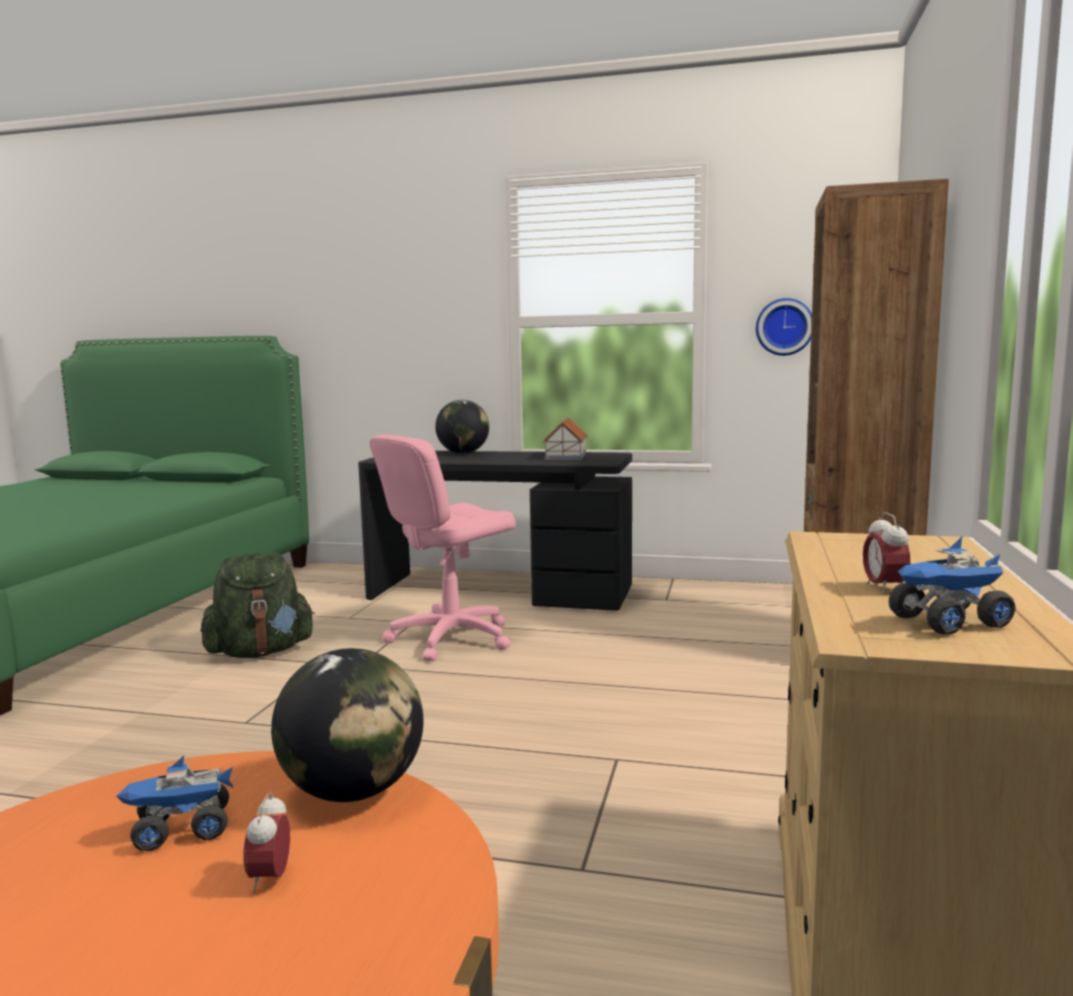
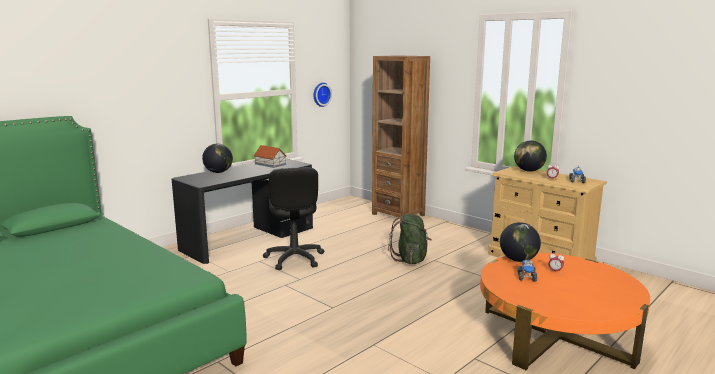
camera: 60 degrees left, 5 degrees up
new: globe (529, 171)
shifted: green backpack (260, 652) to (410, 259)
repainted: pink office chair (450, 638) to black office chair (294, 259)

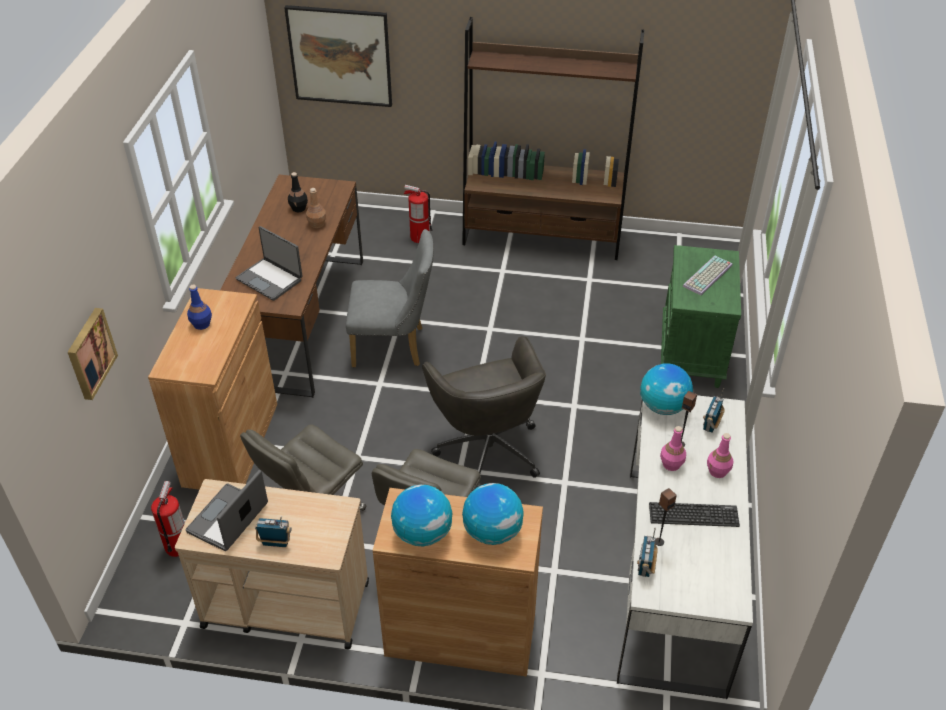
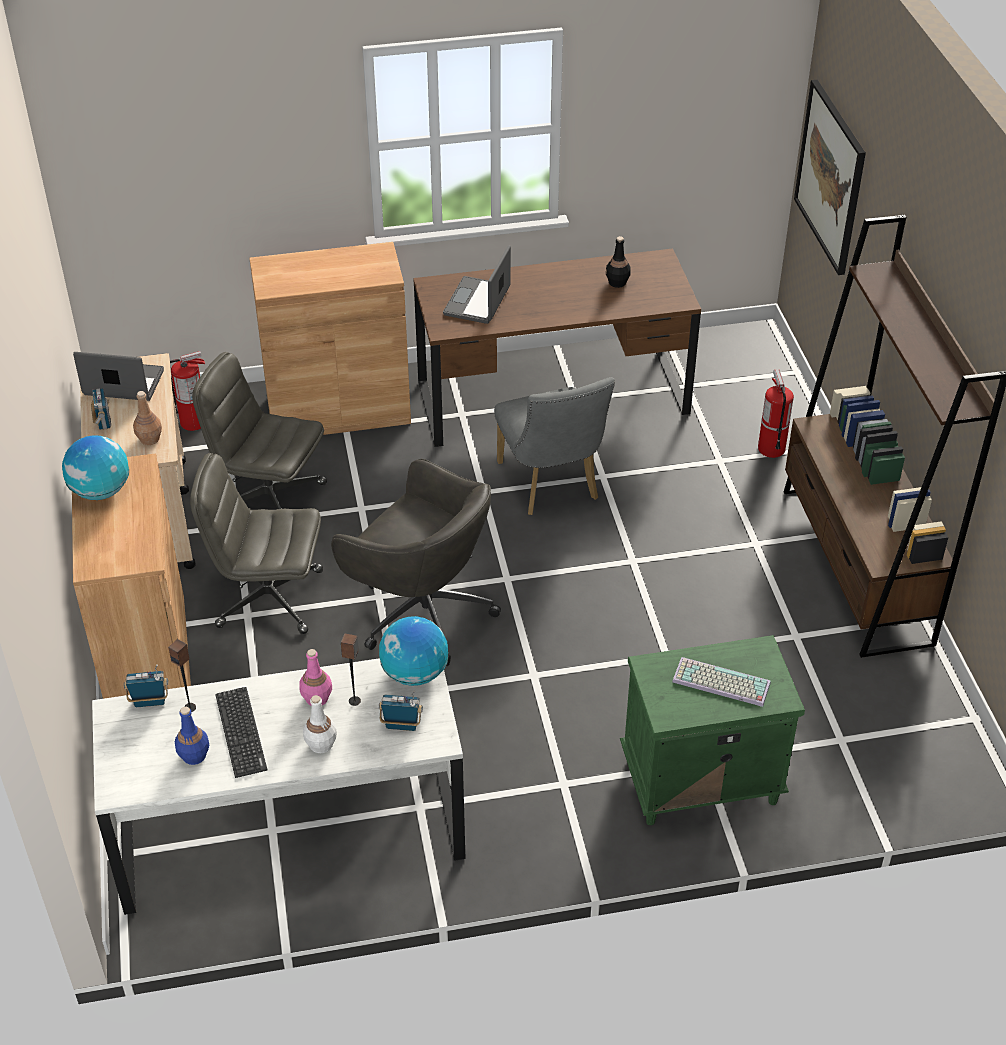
camera: 70 degrees right, 0 degrees up
gone: picture (89, 353); globe (492, 532)
shifted: blue bottle (201, 324) to (193, 755); brown bottle (317, 224) to (149, 439)
repainted: pink bottle (718, 471) to white bottle (321, 744)
rotated: grey office chair (488, 448) = (422, 612) 105 degrees counterclockwise

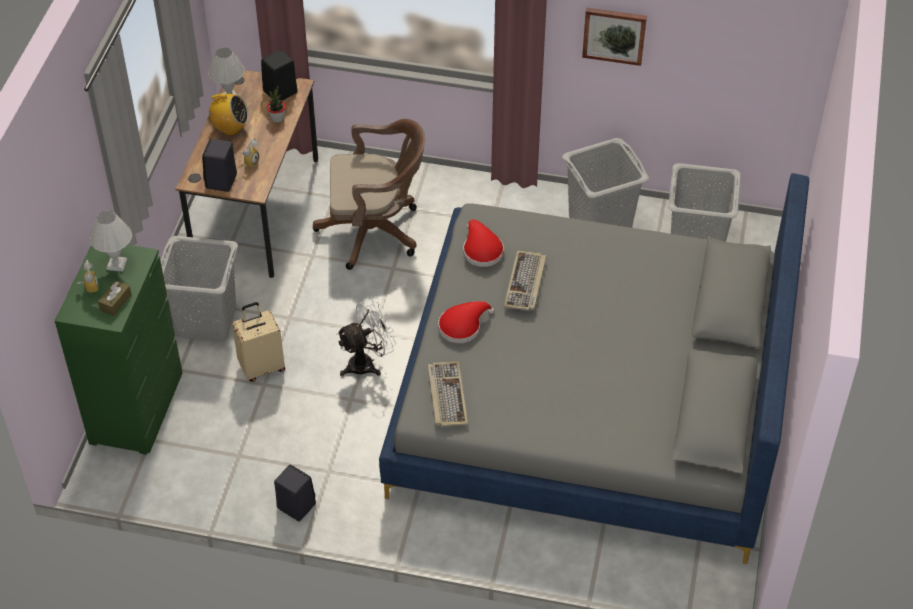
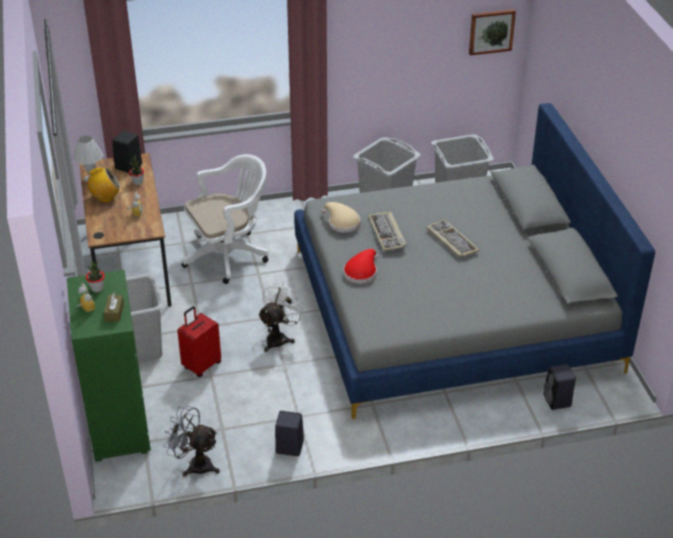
camera: 25 degrees left, 10 degrees down
new: grey fan (194, 464)
shifted: black speaker (221, 182) to (557, 401); keyboard (446, 395) to (451, 240); picture (614, 35) to (491, 31)
swapped: white table lamp (116, 264) to potted plant (97, 288)
repainted: beige suitcase (262, 367) to red suitcase (201, 365); brown office chair (375, 231) to white office chair (229, 255); red hat (481, 250) to beige hat (342, 223)

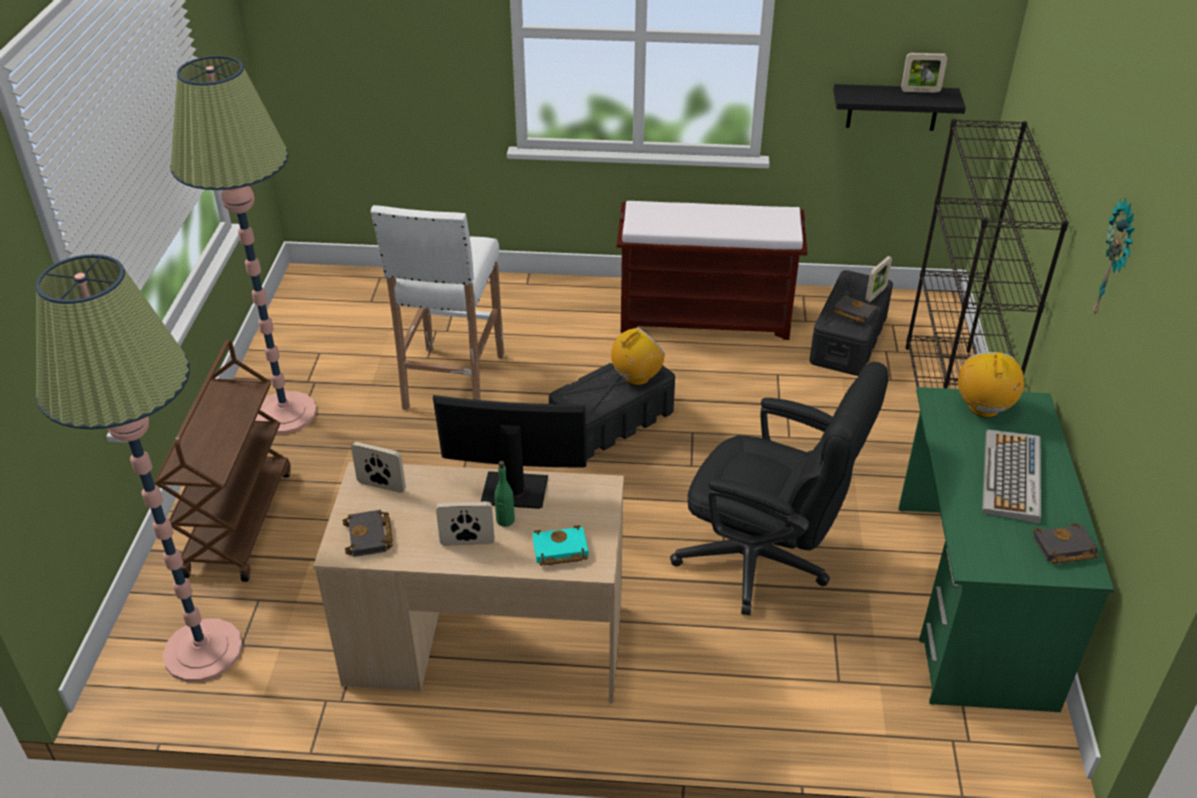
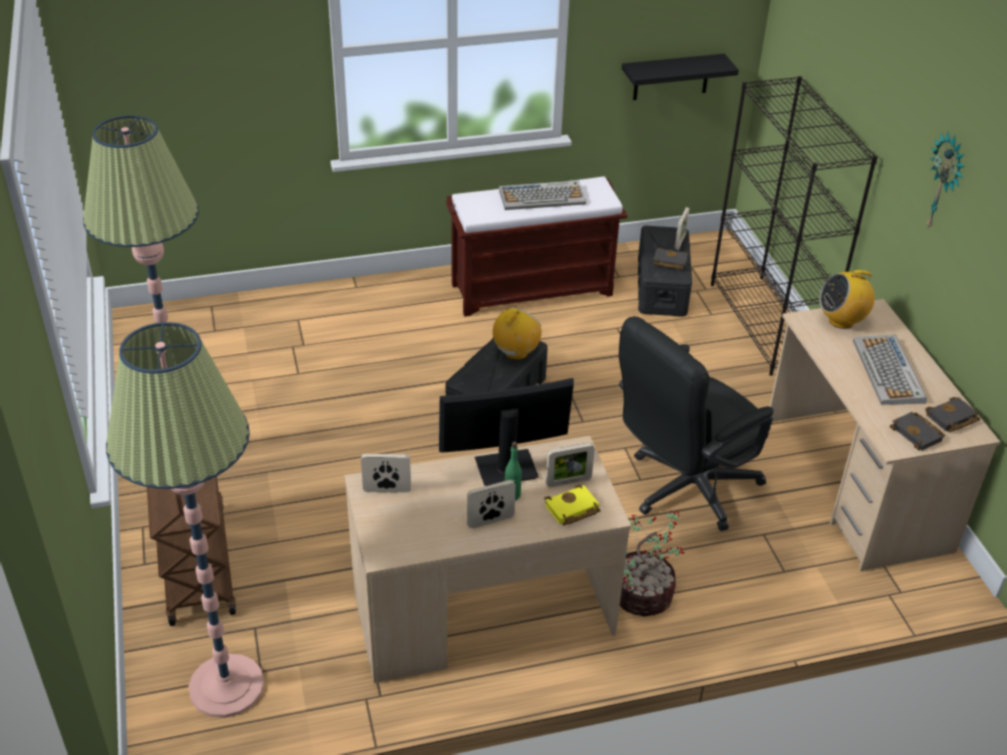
camera: 20 degrees left, 0 degrees up
gone: white stool (452, 383)
new: keyboard (542, 197); potted plant (643, 595)
shifted: black book (370, 537) to (918, 434); picture frame (920, 91) to (568, 482)
repainted: turquoise book (559, 551) to yellow book (571, 510); green desk (971, 603) to beige desk (855, 484)
rotated: black office chair (765, 563) = (683, 490) 135 degrees clockwise; radio (984, 408) = (841, 321) 90 degrees counterclockwise

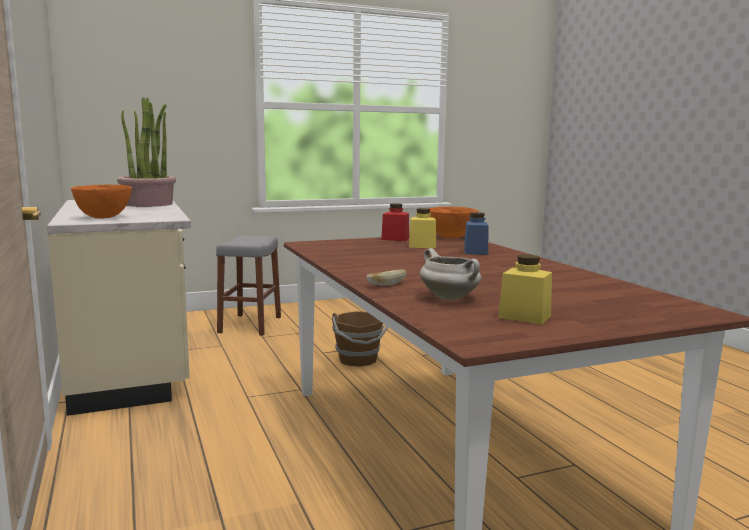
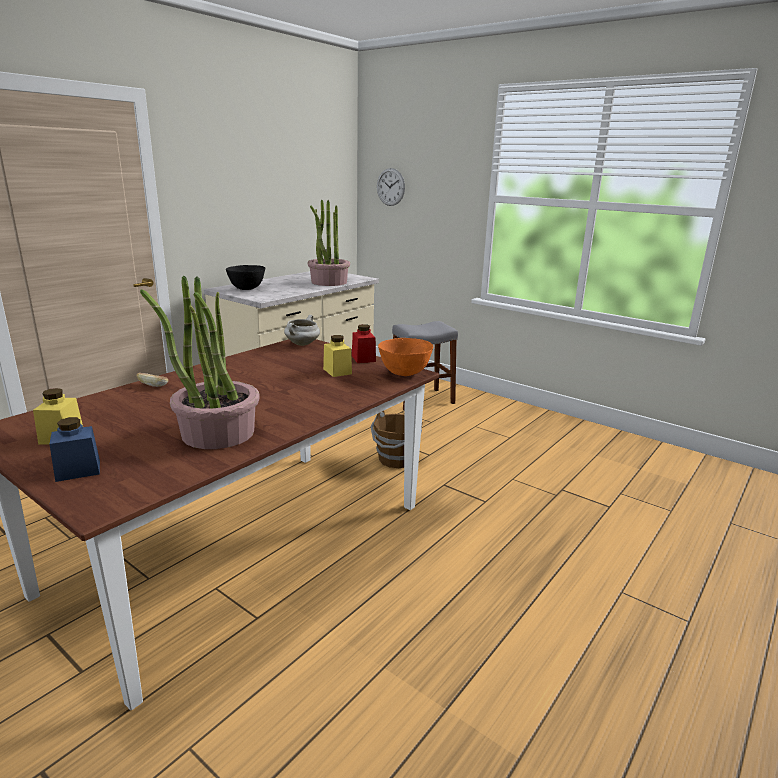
camera: 60 degrees right, 10 degrees up
new: potted plant (217, 433); wall clock (390, 187)
shifted: white cooking pot (450, 298) to (302, 344); blue jar (475, 252) to (78, 470)
repainted: orange bowl (103, 217) to black bowl (246, 289)

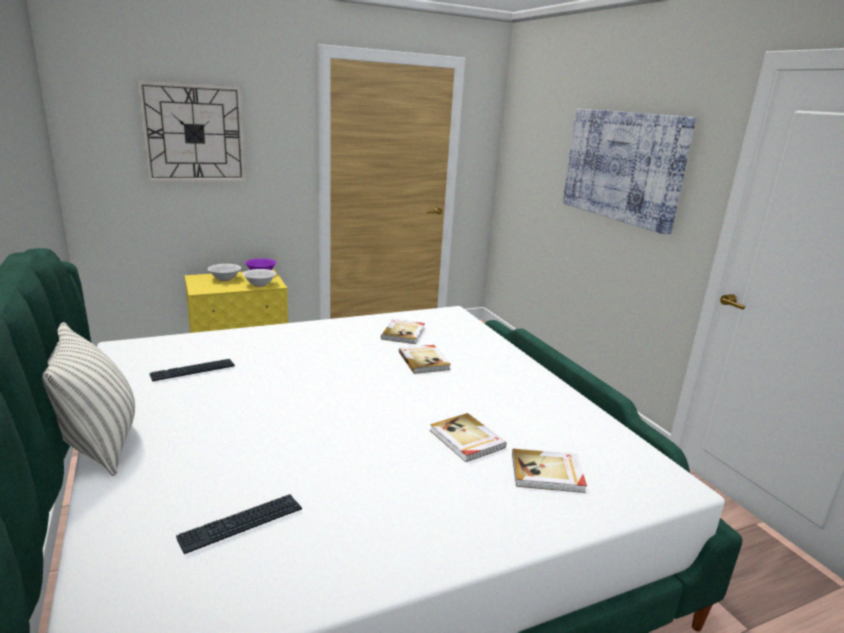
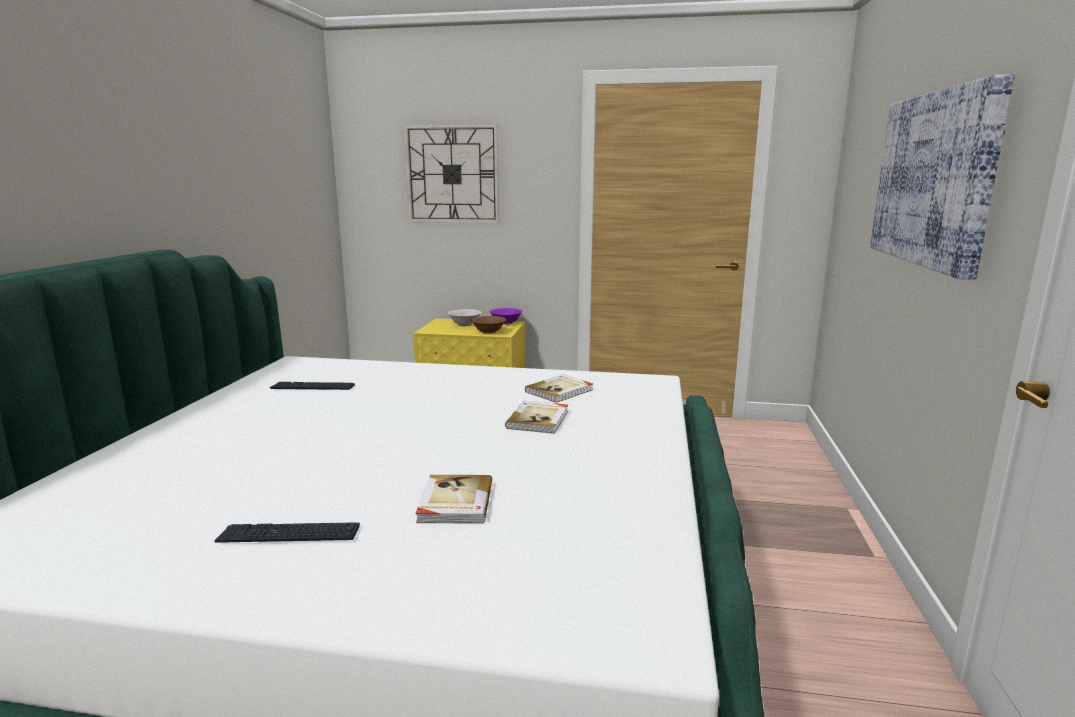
camera: 35 degrees right, 5 degrees down
gone: pillow (98, 444); book (547, 473)
shifted: keyboard (241, 524) to (289, 535)
repainted: white bowl (259, 284) to brown bowl (488, 332)

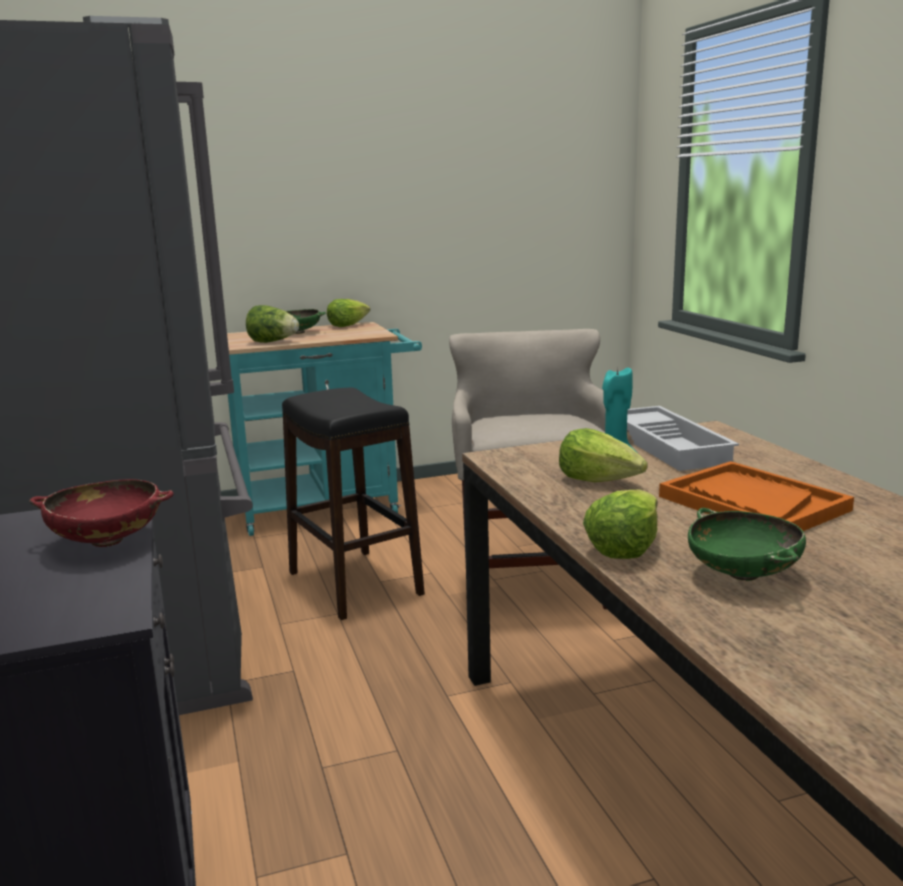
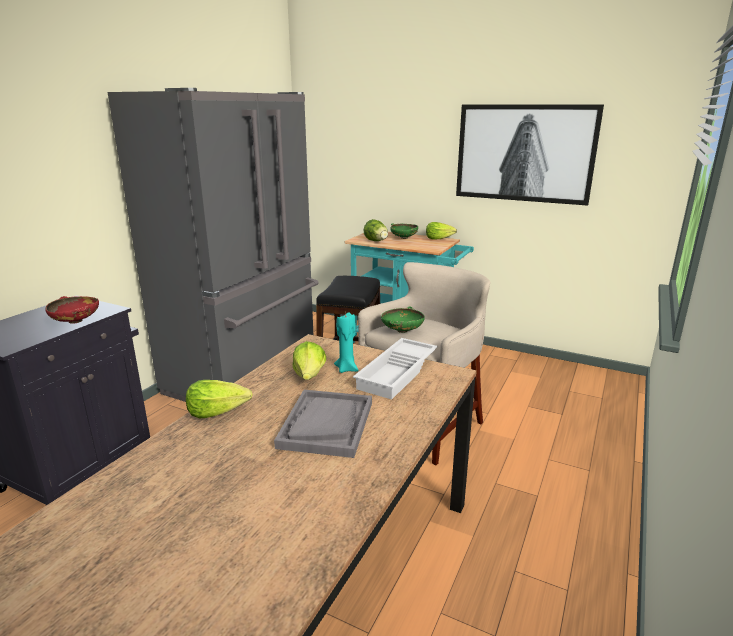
camera: 45 degrees right, 5 degrees up
new: picture (524, 153)
shifted: green bowl (742, 575) to (402, 330)
repainted: orange tray (752, 503) to grey tray (326, 424)

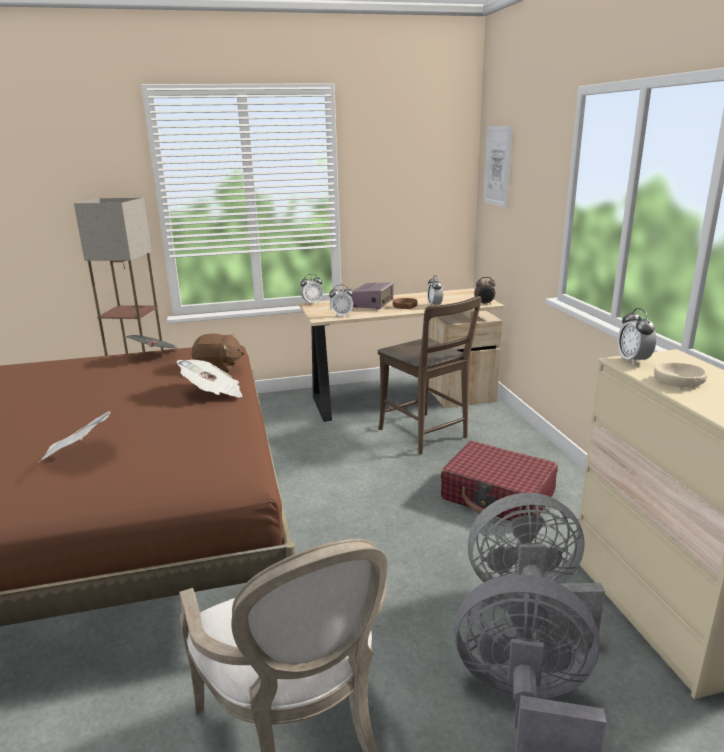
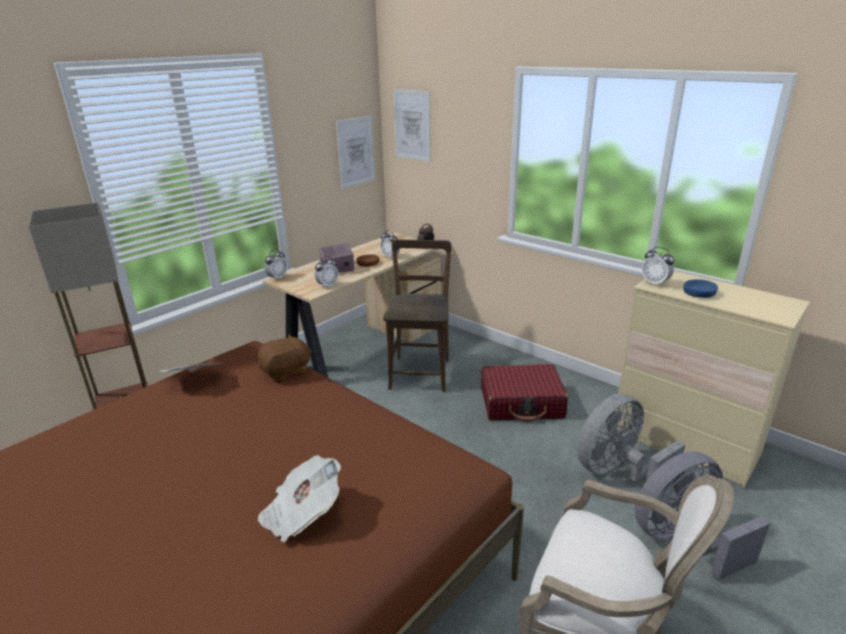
camera: 35 degrees left, 5 degrees up
gone: newspaper (213, 394)
new: picture (356, 152)
repainted: beige bowl (678, 381) to blue bowl (699, 293)
rotated: brown chair (425, 435) = (420, 371) 105 degrees counterclockwise

